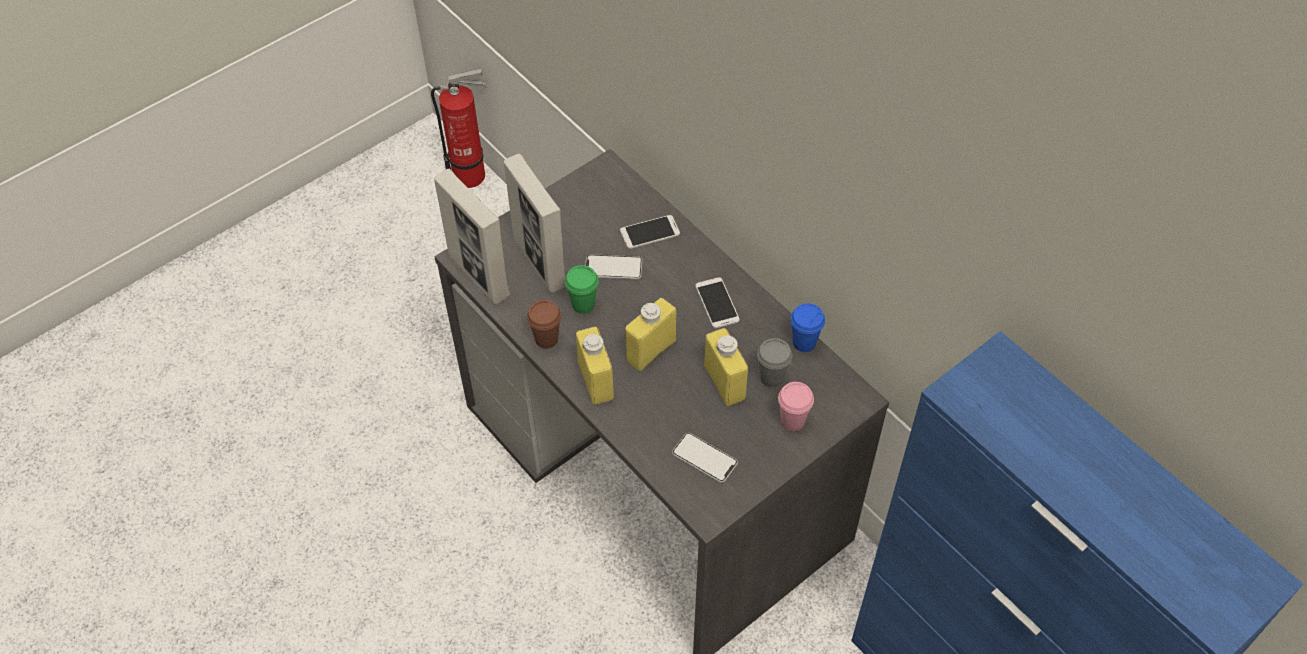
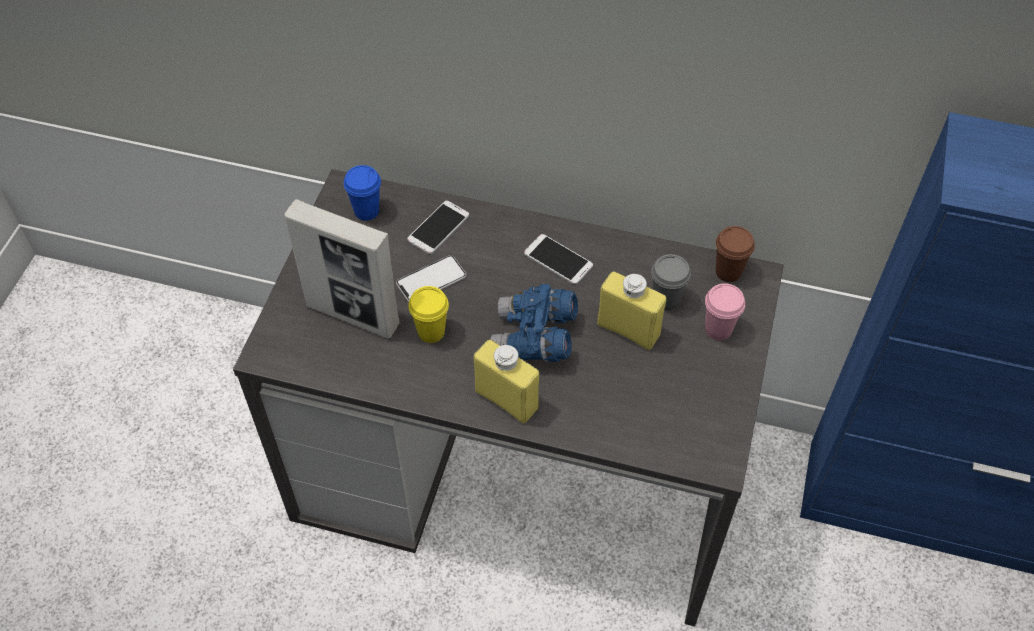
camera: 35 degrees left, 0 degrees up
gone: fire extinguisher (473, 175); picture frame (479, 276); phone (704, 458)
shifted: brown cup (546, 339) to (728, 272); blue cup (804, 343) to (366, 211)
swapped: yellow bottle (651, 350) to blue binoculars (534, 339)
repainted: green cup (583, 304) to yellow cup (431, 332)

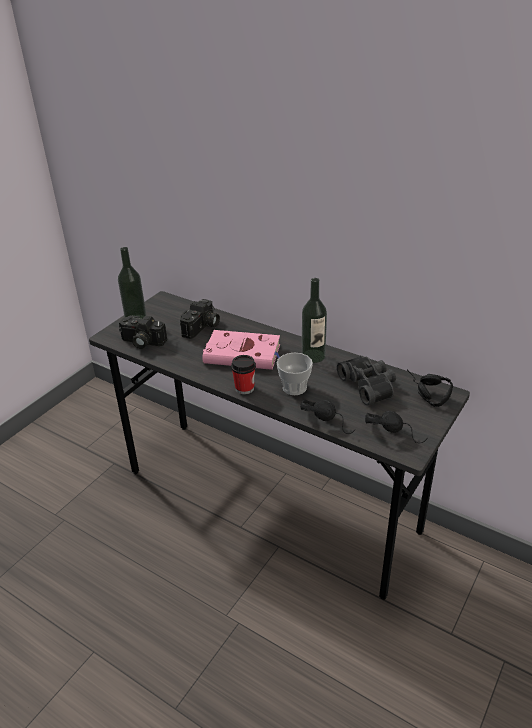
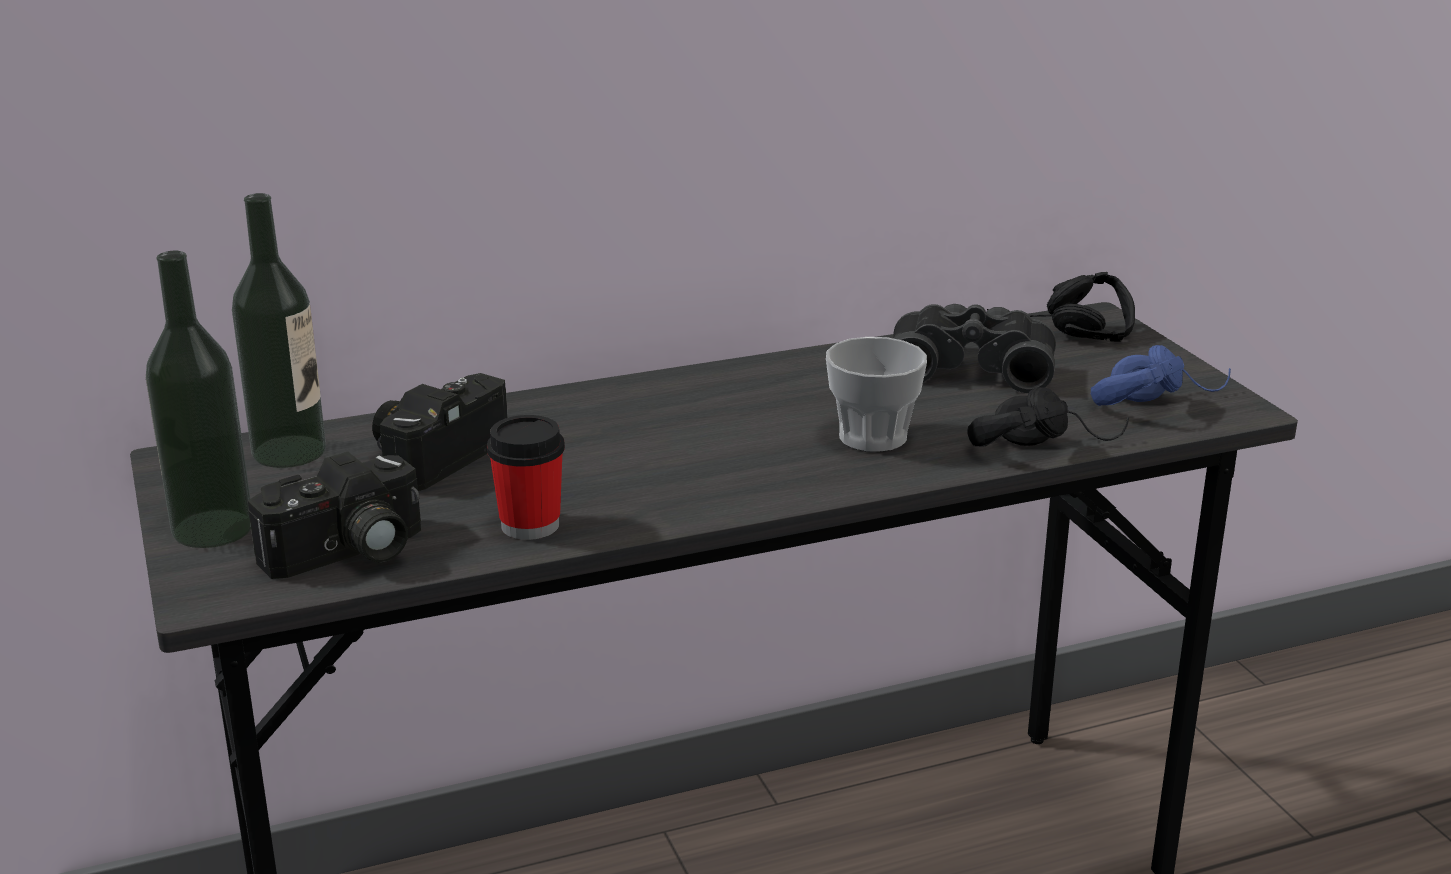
camera: 55 degrees left, 10 degrees down
gone: pink book (245, 354)
shifted: cup (244, 388) to (530, 525); bottle (313, 356) to (289, 451)
repainted: black headphones (395, 431) to blue headphones (1155, 398)
rotated: photo camera (202, 328) = (436, 455) 120 degrees counterclockwise

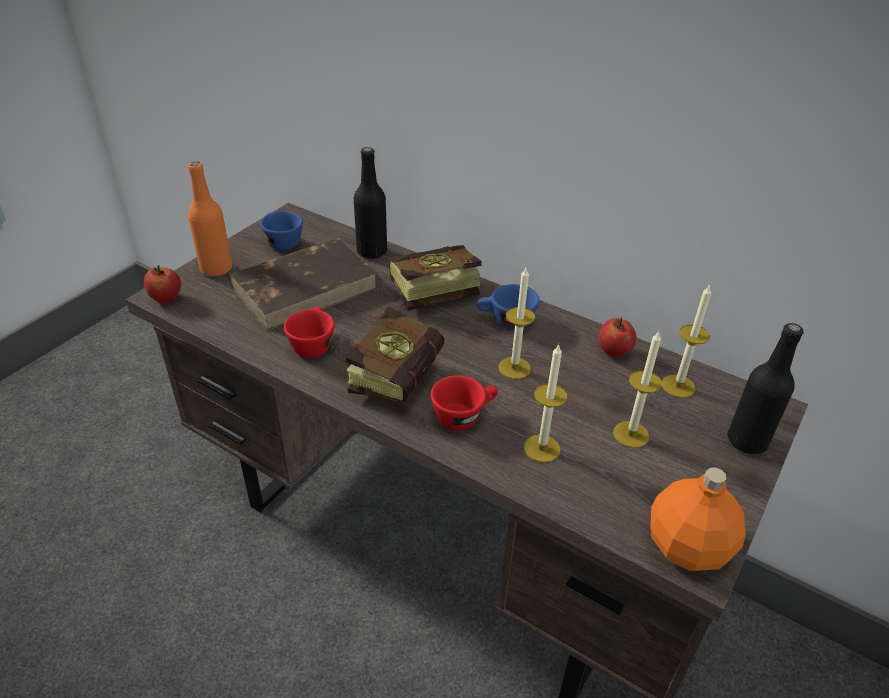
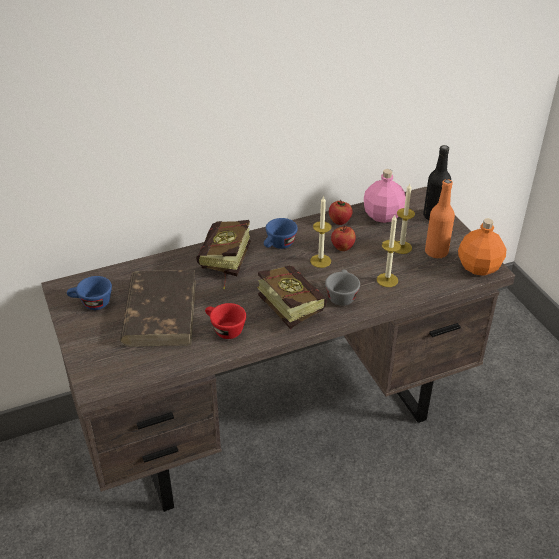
camera: 55 degrees left, 0 degrees up
gone: black bottle (372, 252)
shifted: apple (166, 298) to (342, 248); orange bottle (216, 269) to (436, 252)
swapped: candle (678, 386) to pink bottle (382, 215)
repainted: red cup (464, 415) to grey cup (341, 295)

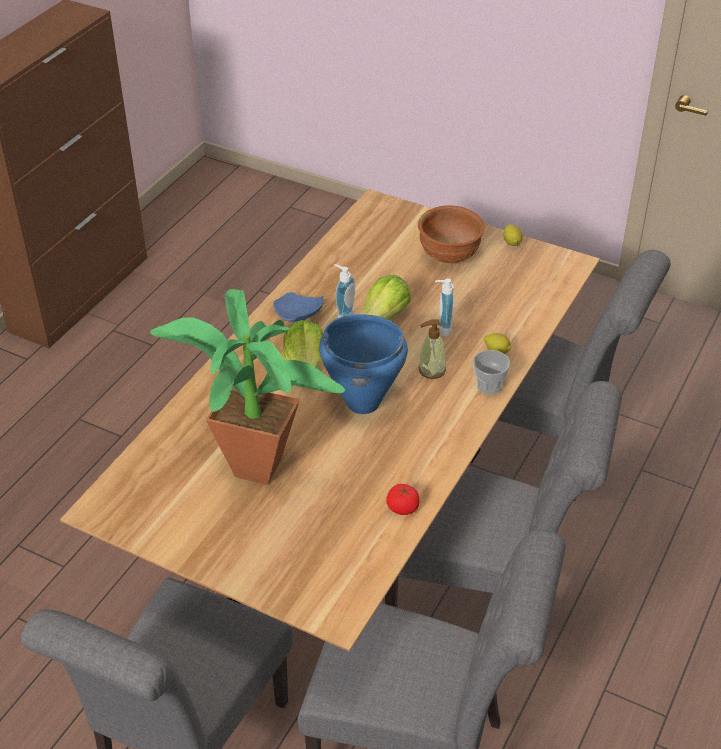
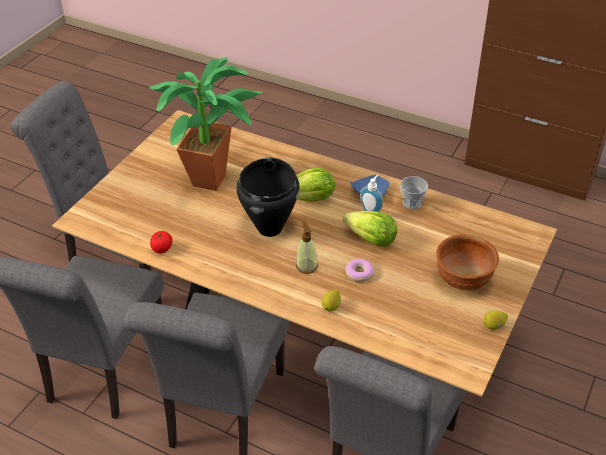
camera: 90 degrees right, 0 degrees up
shifted: cup (489, 386) to (412, 203)
swapped: soap dispenser (442, 328) to donut (359, 273)
repainted: blue cooking pot (362, 402) to black cooking pot (270, 228)

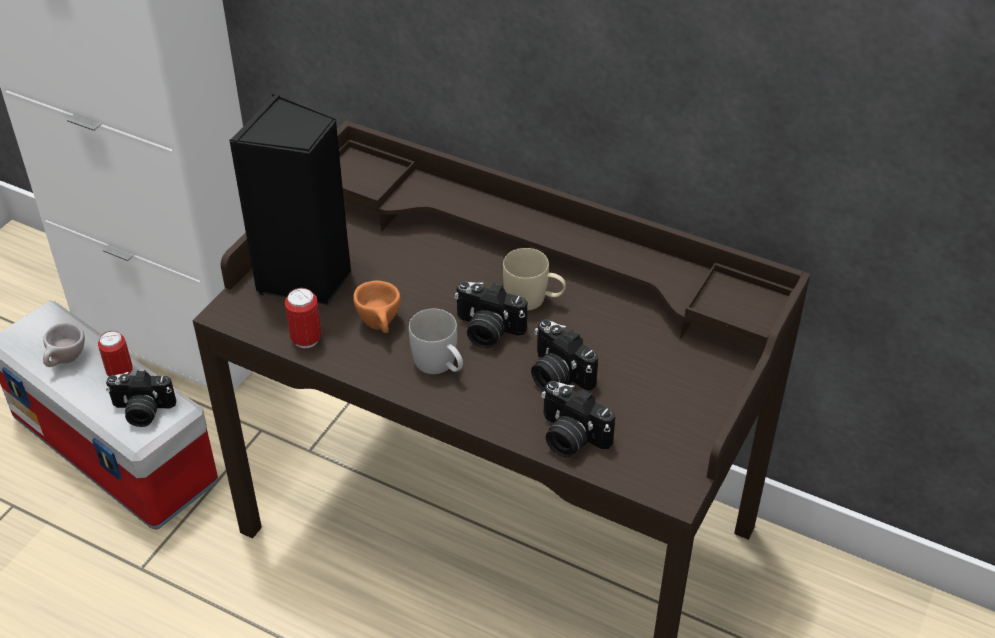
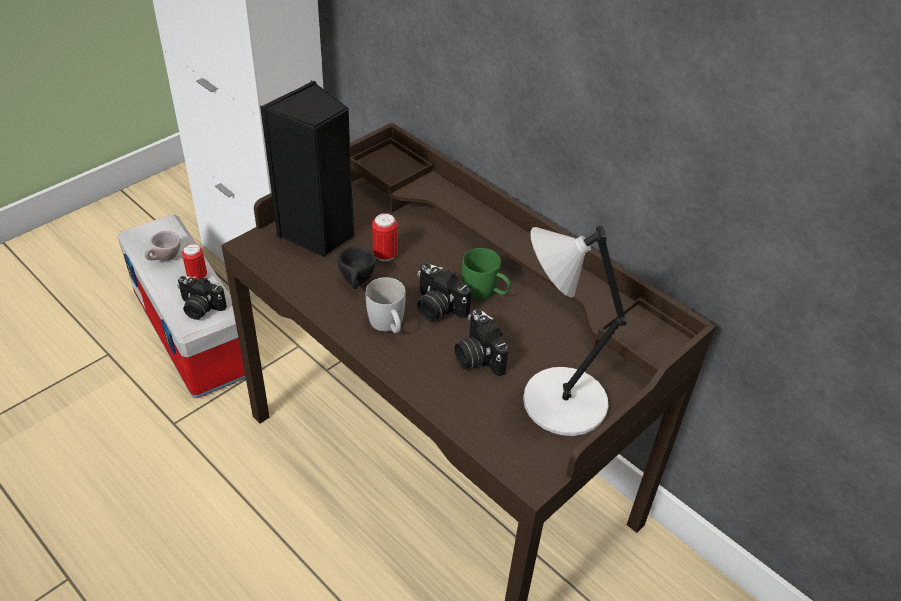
camera: 15 degrees right, 0 degrees up
gone: photo camera (570, 437)
new: grey table lamp (559, 403)
shifted: can (306, 339) to (385, 255)
repainted: orange cup (381, 326) to black cup (357, 283); beige mug (534, 300) to green mug (485, 292)

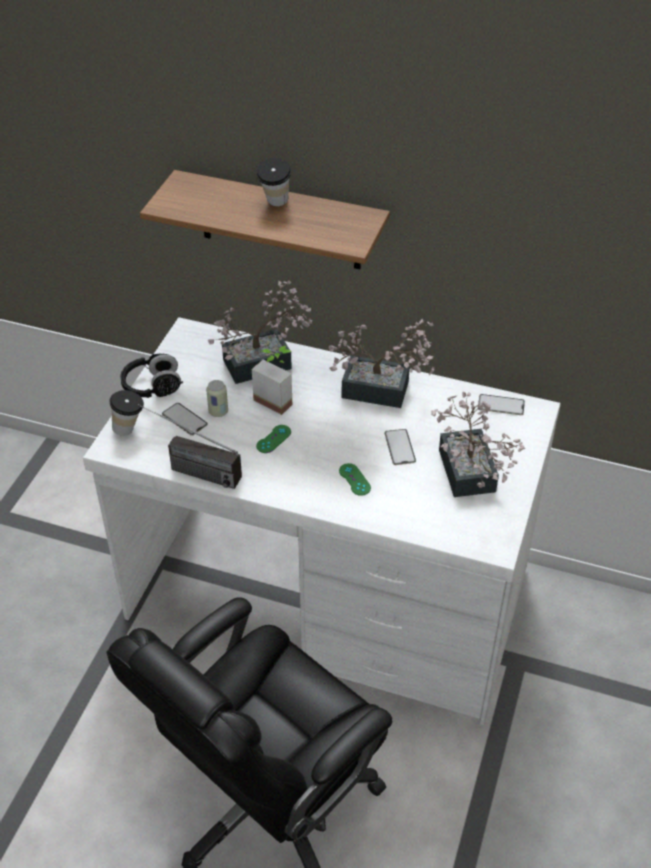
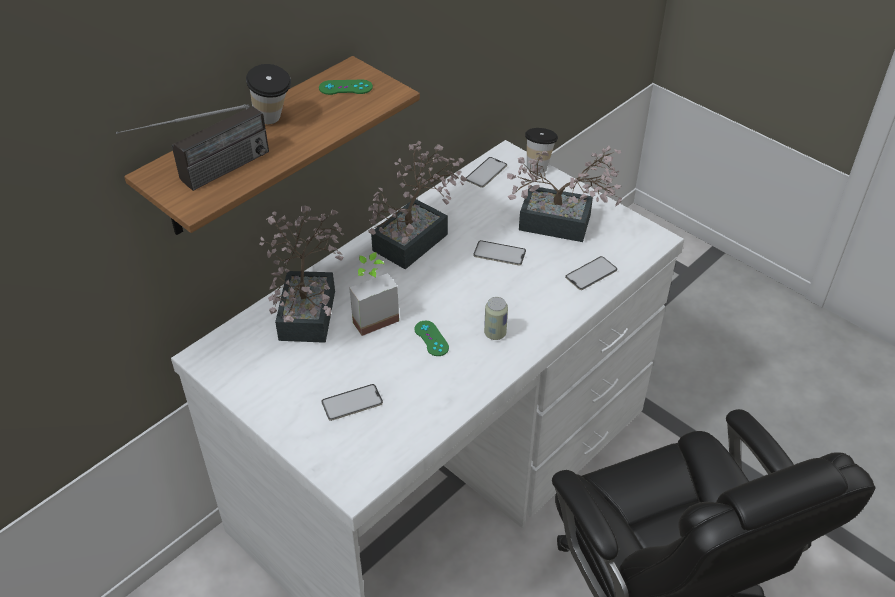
camera: 65 degrees left, 0 degrees up
gone: black headphones (152, 387)
new: phone (591, 273)
shifted: cup (130, 429) to (538, 166); radio (188, 469) to (205, 178); can (218, 412) to (495, 333); green game controller (354, 479) to (345, 87)

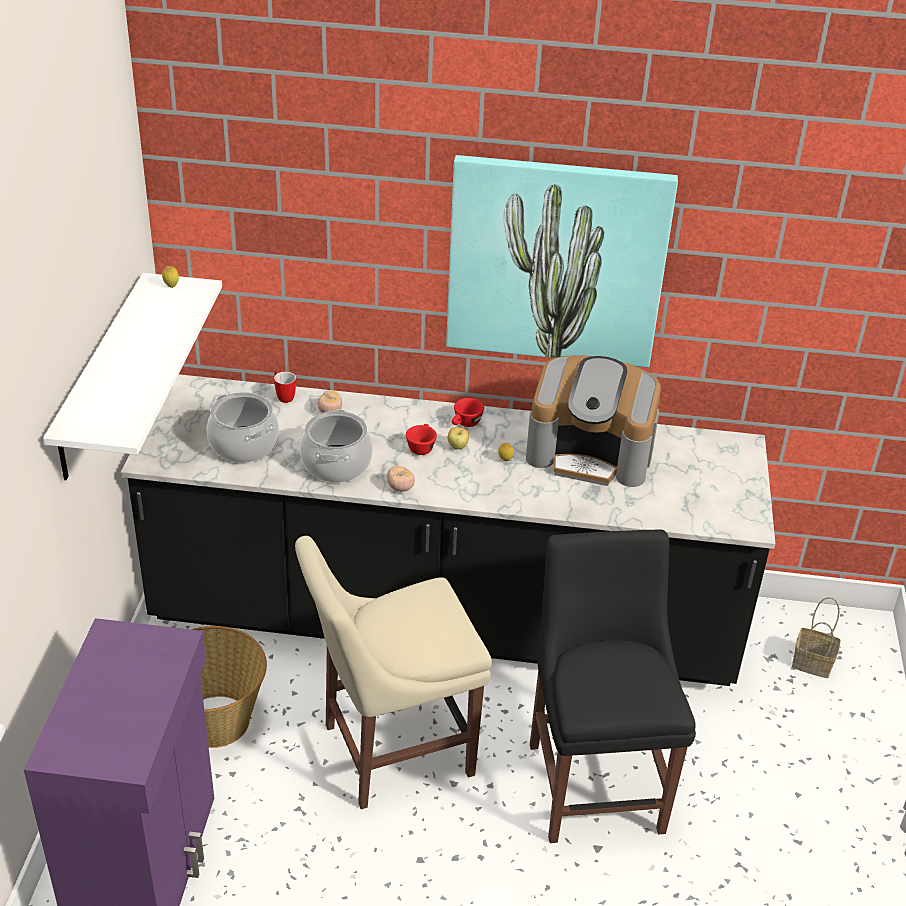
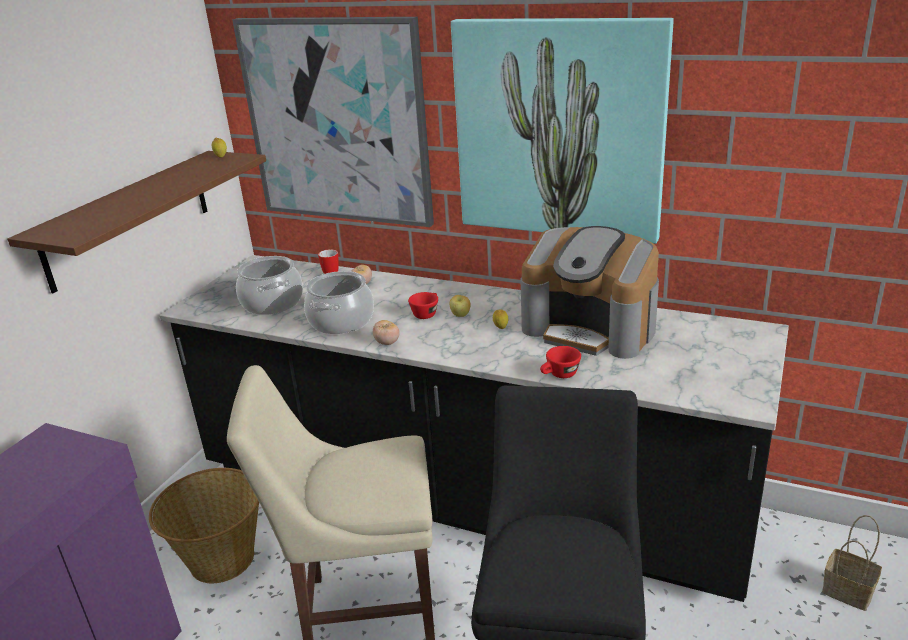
camera: 20 degrees right, 10 degrees down
new: picture (337, 122)
shifted: red cup (465, 424) to (559, 375)
repainted: white shelf (101, 377) to brown shelf (129, 218)

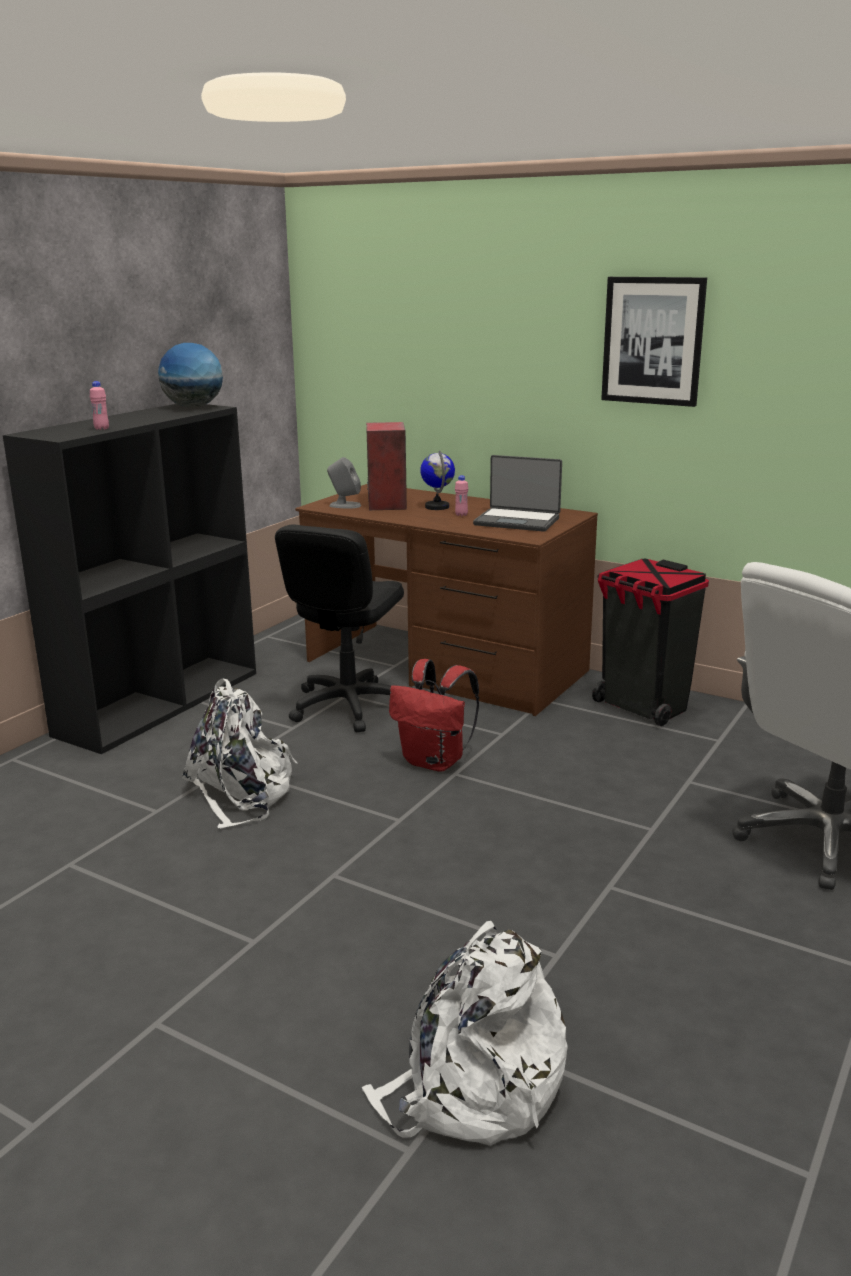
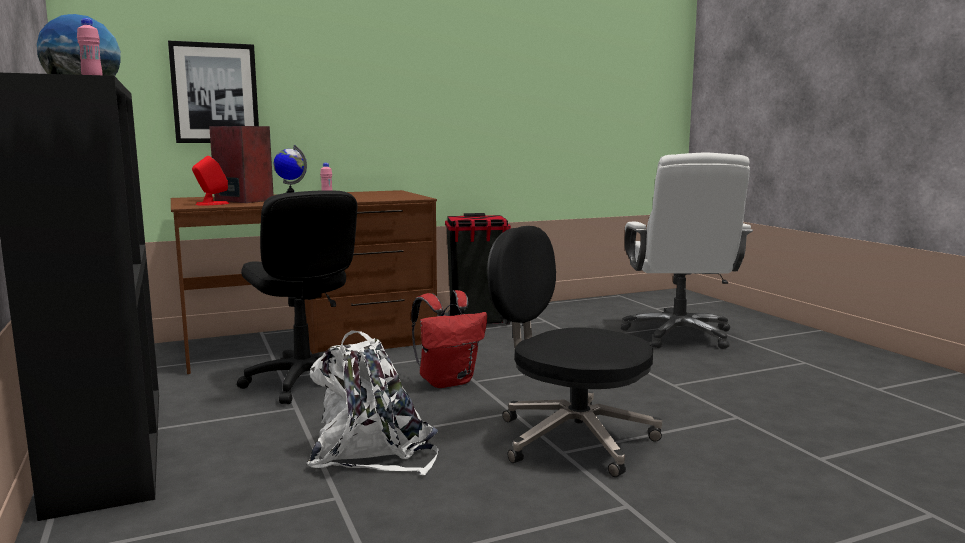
camera: 55 degrees left, 10 degrees down
gone: white backpack (472, 1089); laptop (517, 521)
new: black office chair (571, 438)
shifted: picture (653, 341) to (215, 93)
repainted: grey speaker (344, 505) to red speaker (212, 204)

